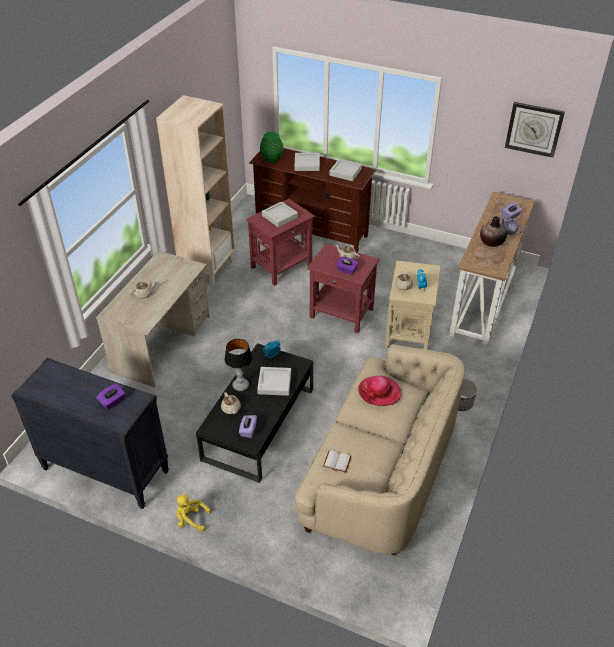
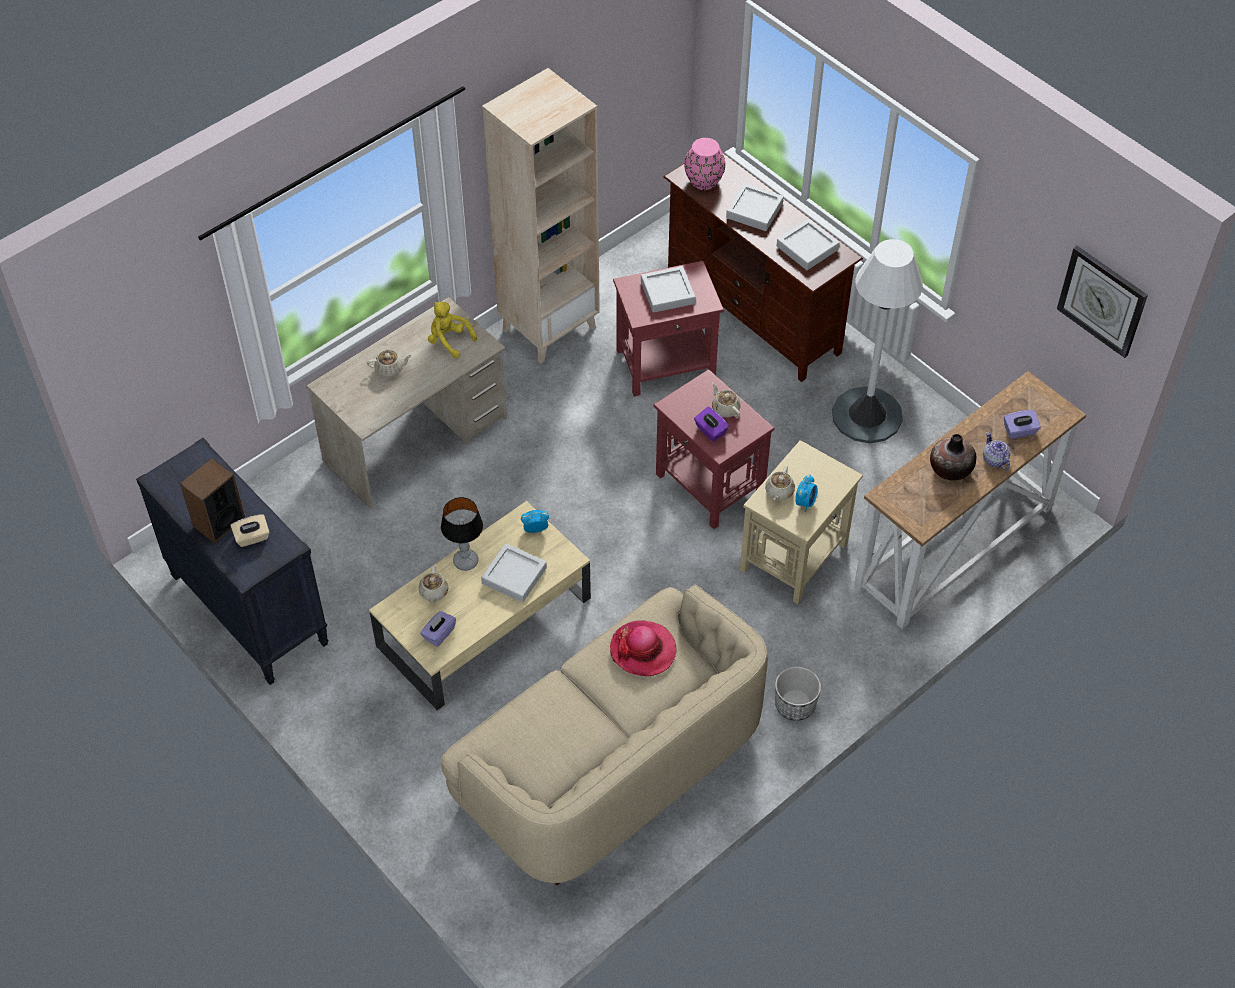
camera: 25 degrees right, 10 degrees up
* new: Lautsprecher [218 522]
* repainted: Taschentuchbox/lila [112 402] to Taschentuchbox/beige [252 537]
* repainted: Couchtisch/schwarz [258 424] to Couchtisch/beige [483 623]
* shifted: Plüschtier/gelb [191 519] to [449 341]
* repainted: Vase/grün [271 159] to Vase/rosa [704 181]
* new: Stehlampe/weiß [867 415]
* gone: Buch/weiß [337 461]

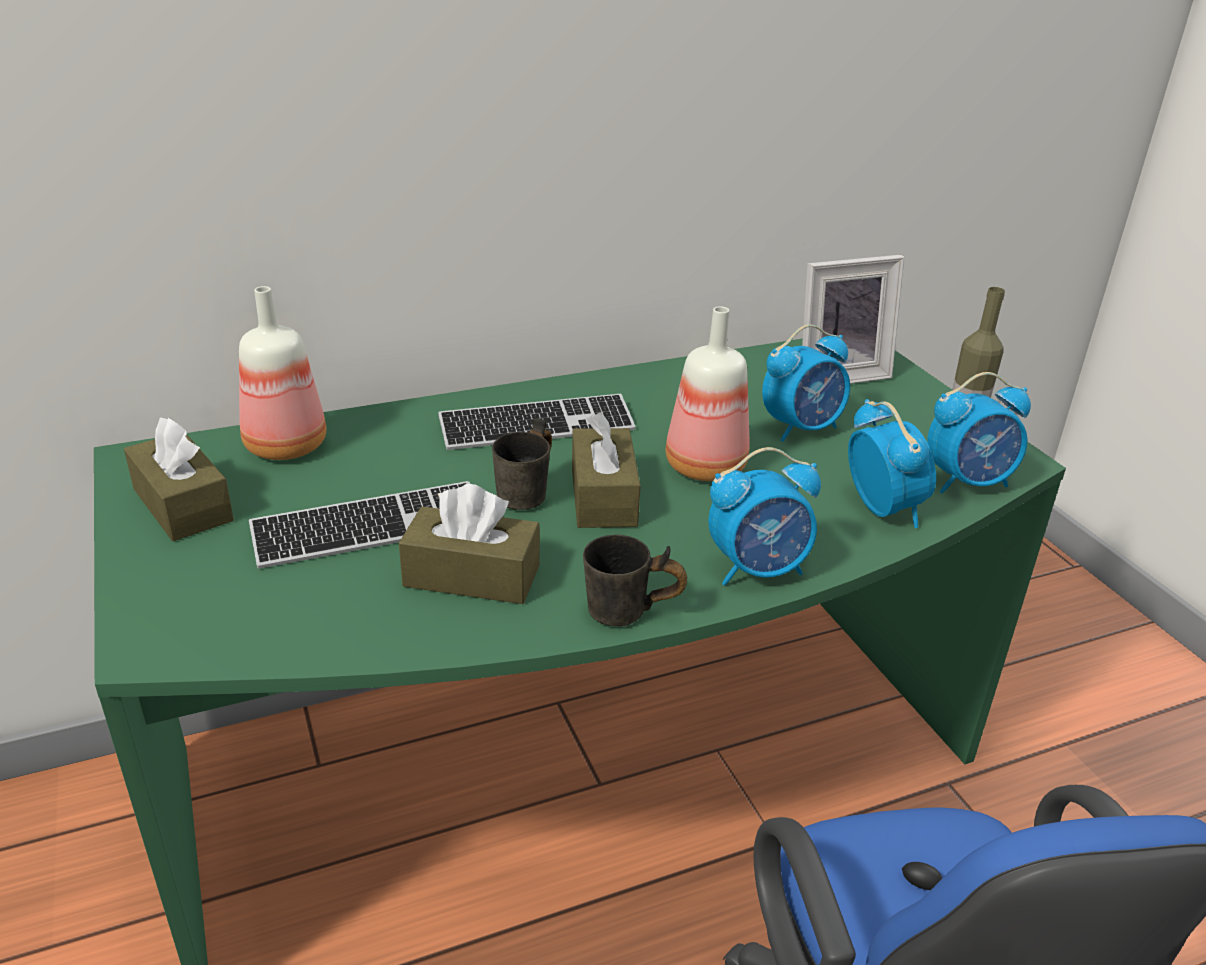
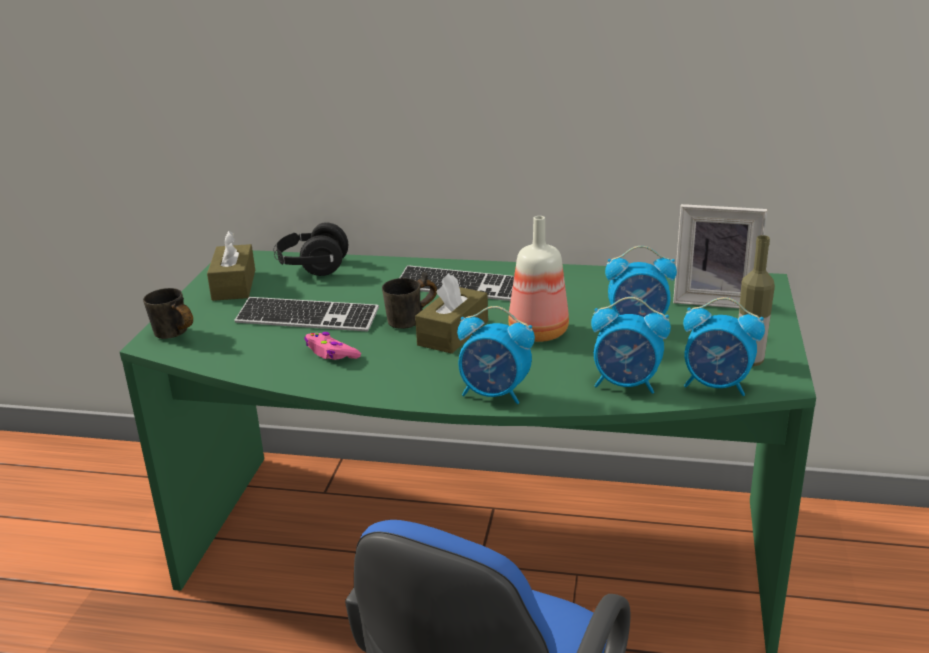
camera: 35 degrees right, 5 degrees down
* shifted: Henkelbecher/grau [628 618] to [172 337]
* swapped: Flasche [283 446] to Kopfhörer/schwarz [312 267]
* swapped: Taschentuchbox/braun [472 576] to Gamepad/rosa [331 353]
* rotated: Wecker [882 508] = [627 384] 90 degrees clockwise

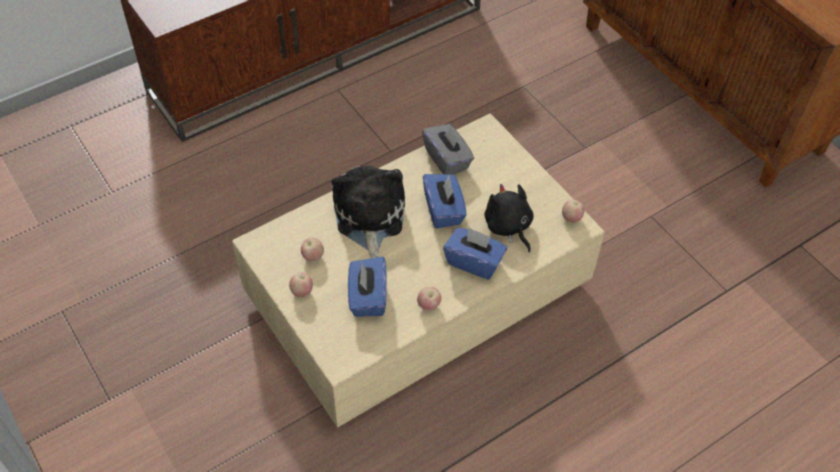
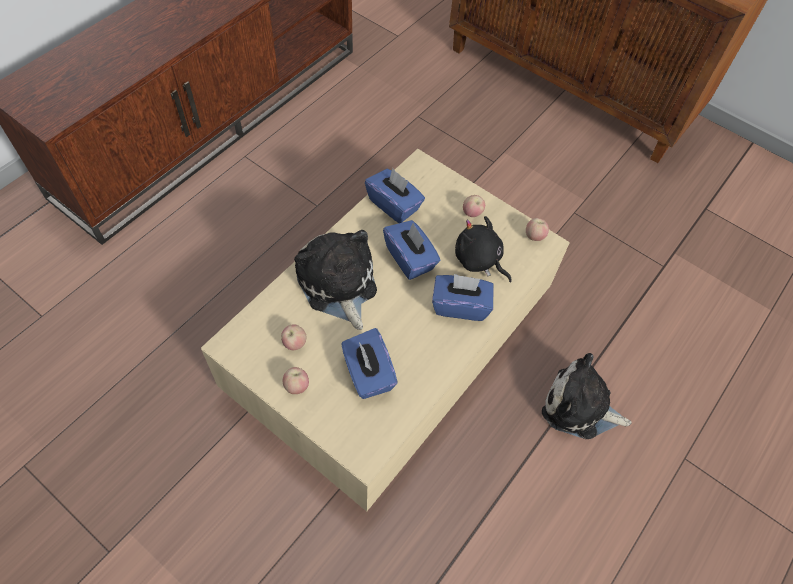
camera: 20 degrees left, 5 degrees up
* repainted: Taschentuchbox/grau [447 159] to Taschentuchbox/blau [394 205]
* shifted: Apfel [428 305] to [472 213]
* new: Plüschtier [580 407]

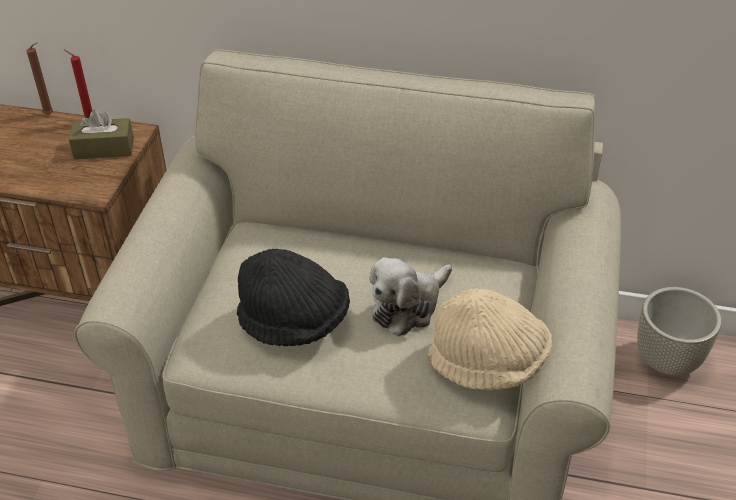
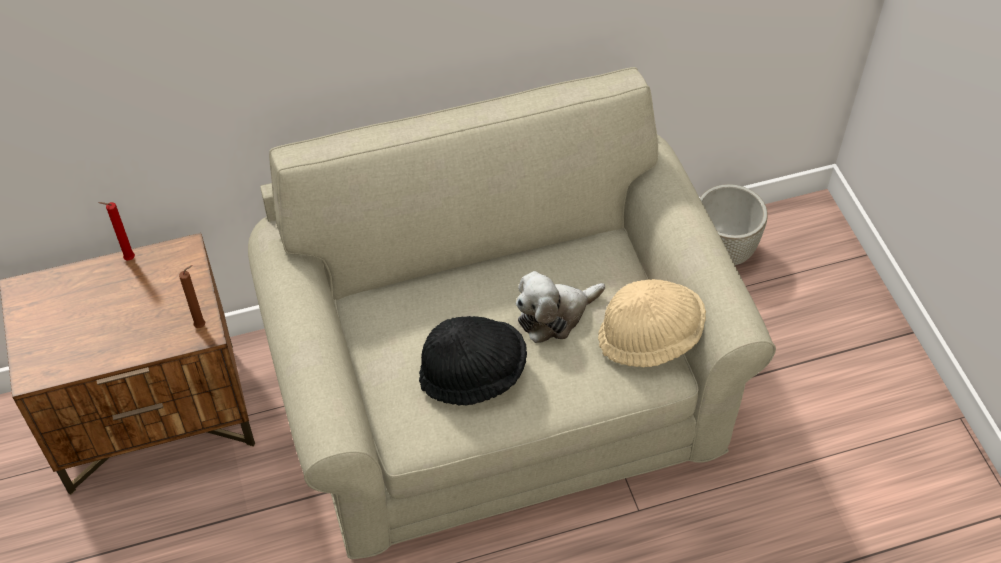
camera: 30 degrees left, 10 degrees up
* shifted: Kerze/braun [50 114] to [202 325]
* rotated: Plüschtier [408 306] = [555 315] 45 degrees clockwise
* gone: Taschentuchbox/braun [104 148]

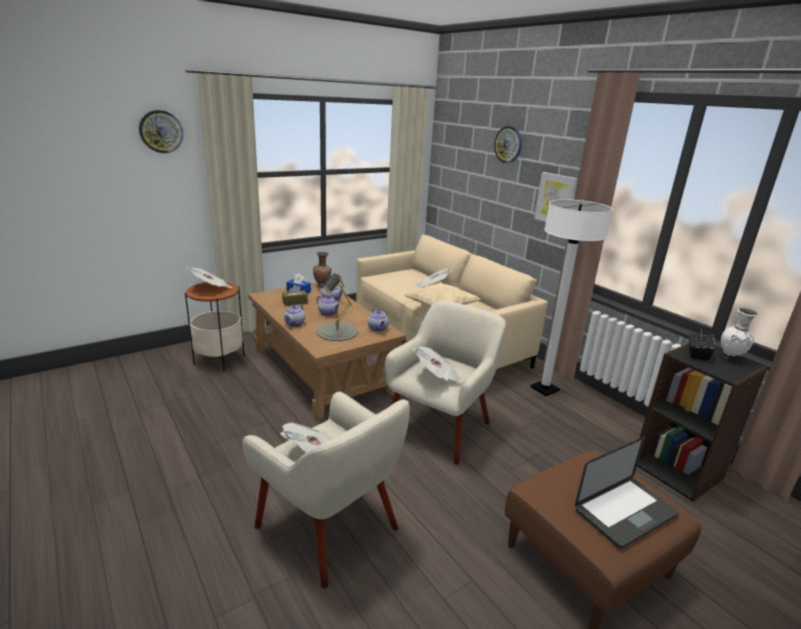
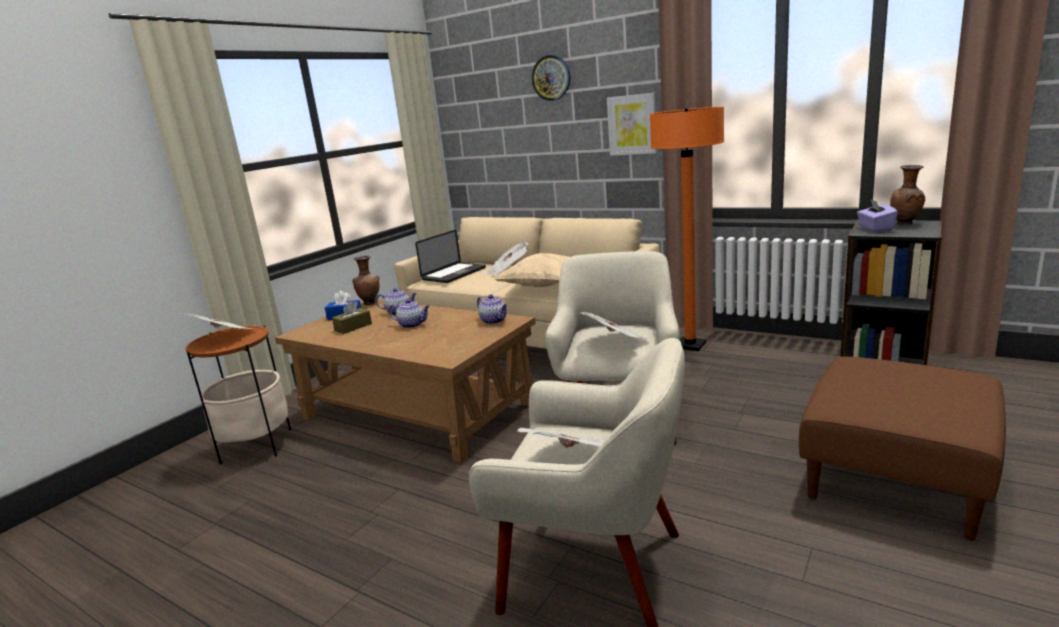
camera: 20 degrees left, 5 degrees down
* shifted: Laptop [625 512] to [454 274]
* repainted: Stehlampe/weiß [544 389] to Stehlampe/orange [690 345]
* repainted: Taschentuchbox/schwarz [697 354] to Taschentuchbox/lila [875 228]
* repainted: Vase/weiß [731 358] to Vase/braun [905 224]
* gone: Wanduhr [161 131]
* gone: Teekanne [294 324]
* gone: Tischlampe/grau [337 331]

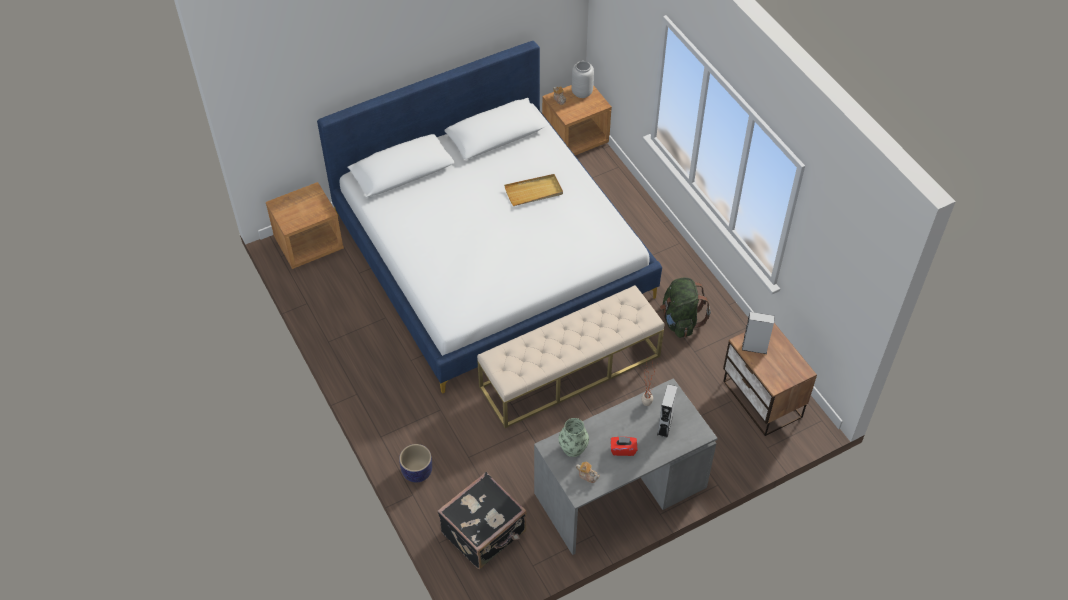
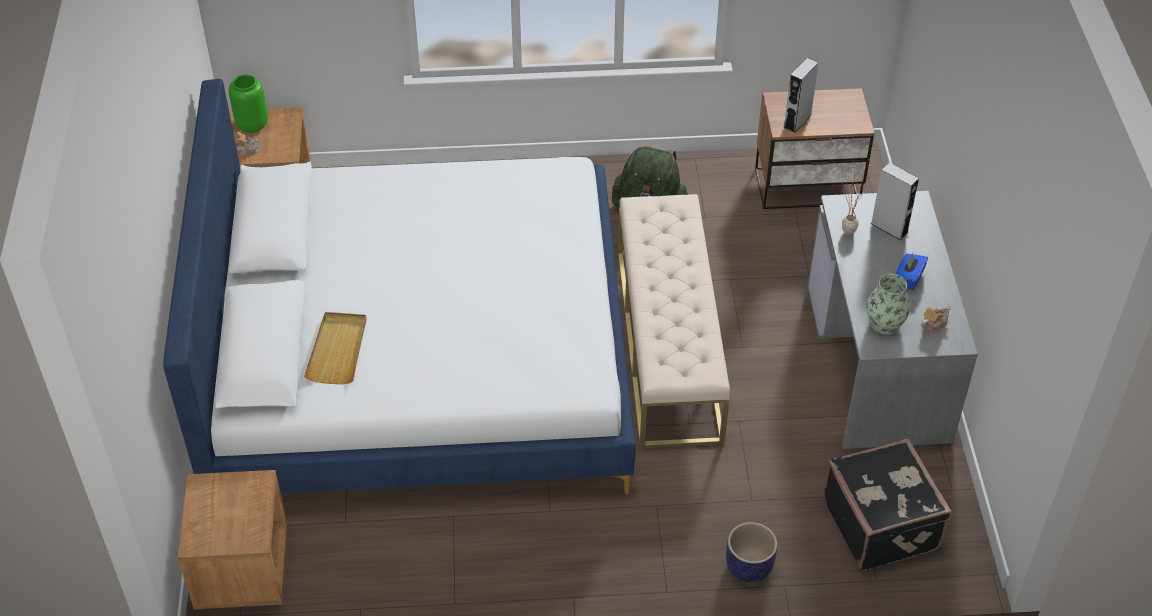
camera: 65 degrees left, 5 degrees down
* repainted: Vase/grau [582 92] to Vase/grün [252 124]
* shifted: Tablett/beige [534 192] to [338 350]
* repainted: Taschentuchbox/rot [623 450] to Taschentuchbox/blau [908 278]

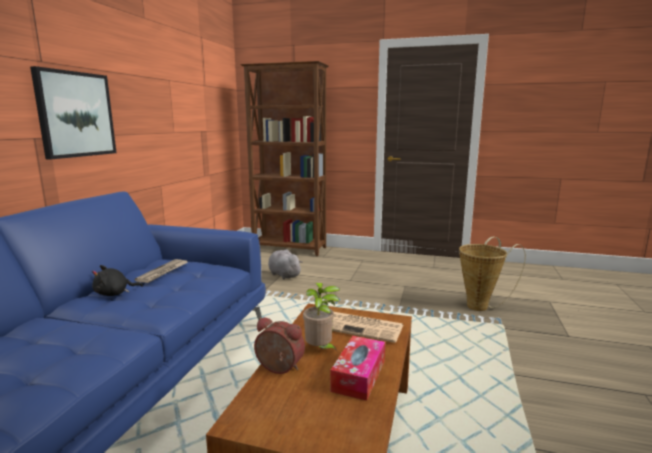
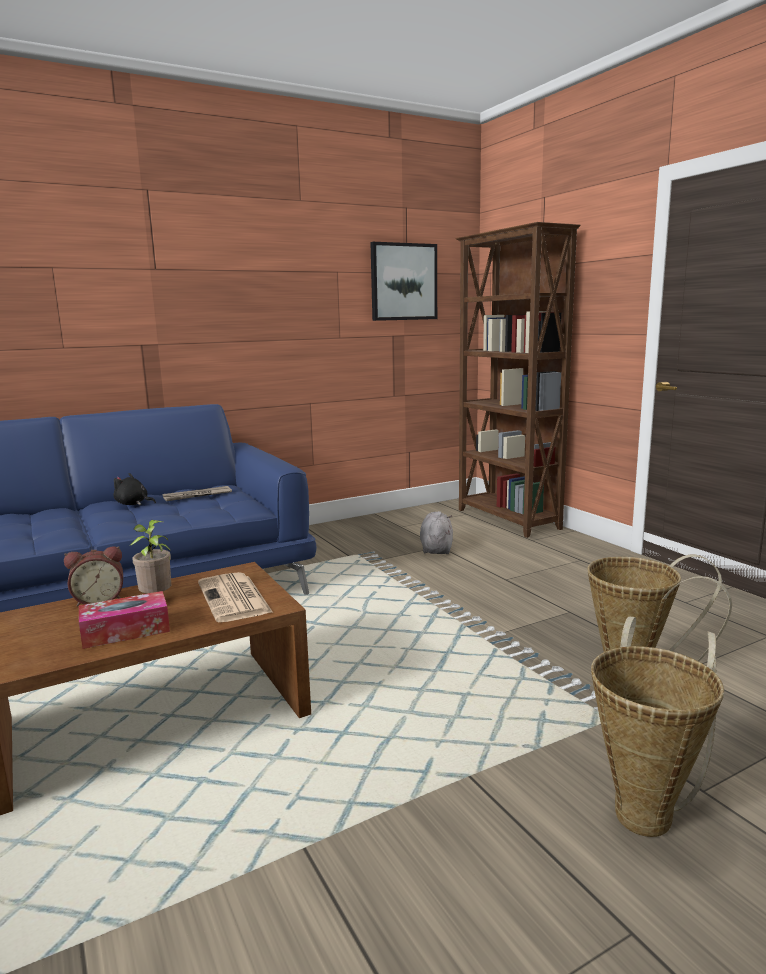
camera: 45 degrees right, 0 degrees up
* rotated: Wecker [278 369] = [99 600] 90 degrees clockwise
* shifted: Bild [75 114] to [403 282]
* new: Korb [646 809]

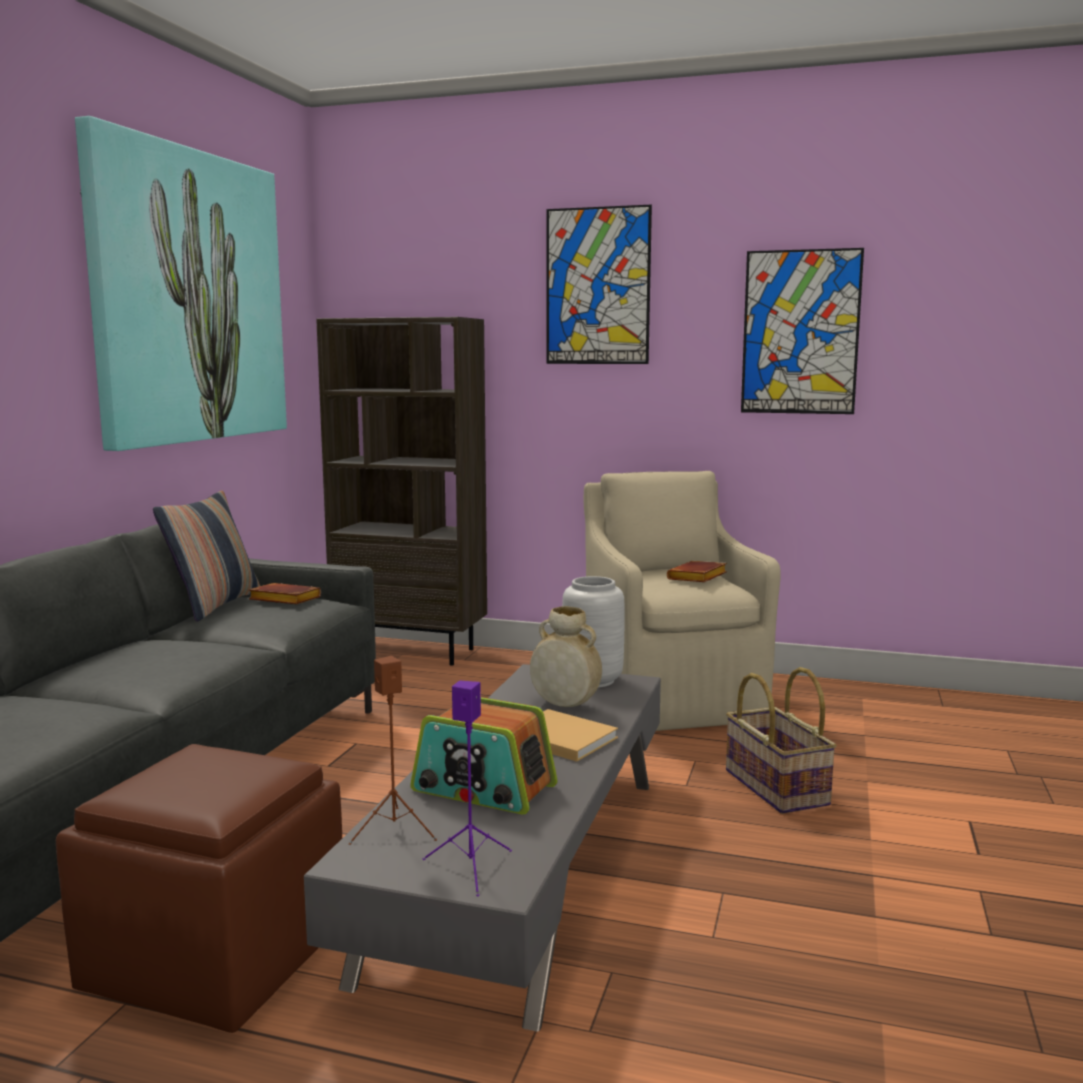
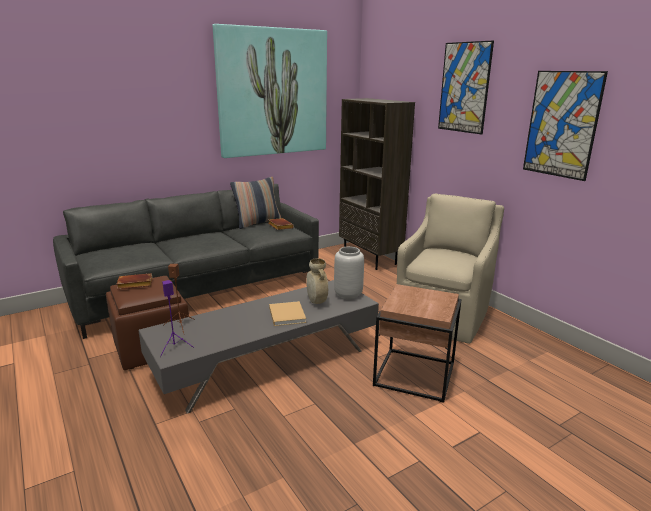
camera: 40 degrees right, 10 degrees up
* shifted: Buch/braun [698 578] to [134 285]
* swapped: Korb [774 787] to Beistelltisch/braun [414 374]
* gone: Radio [483 789]

